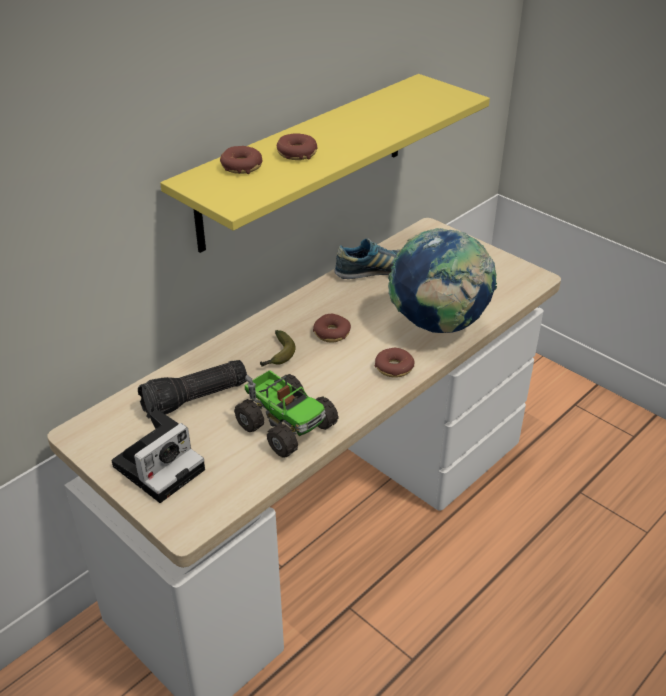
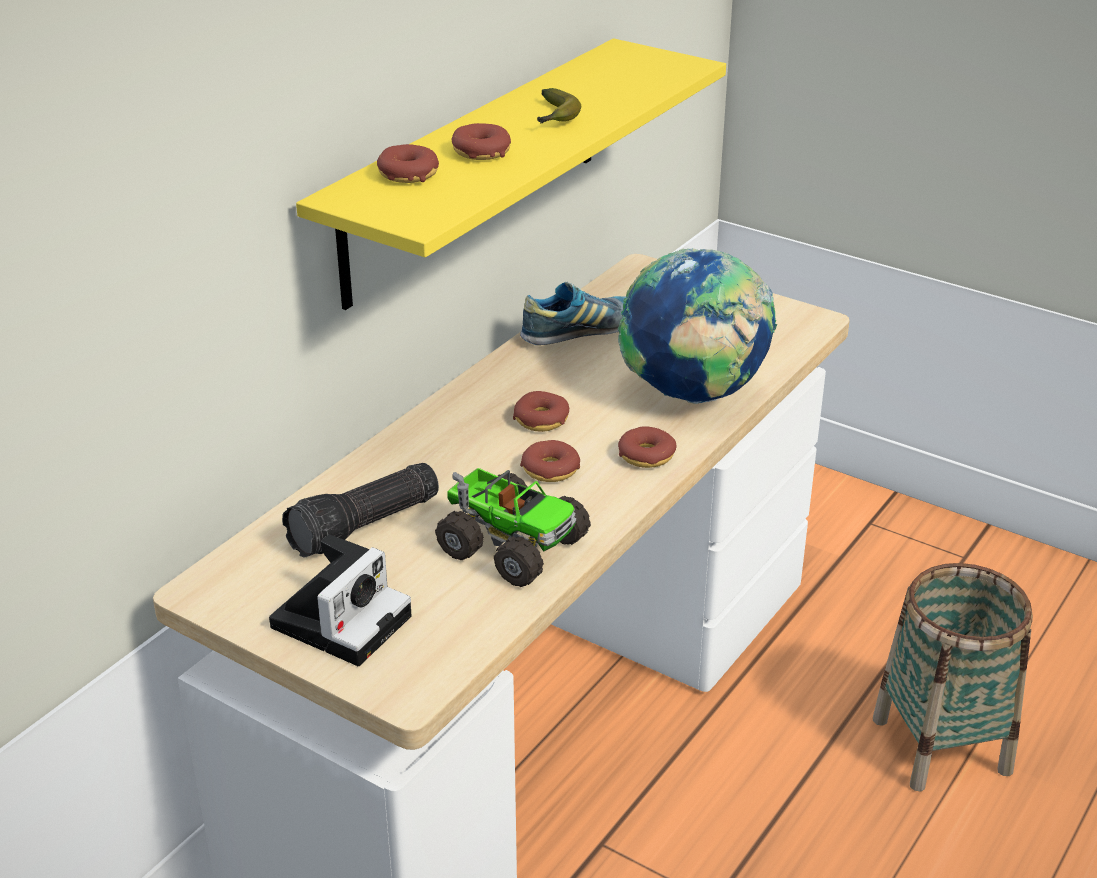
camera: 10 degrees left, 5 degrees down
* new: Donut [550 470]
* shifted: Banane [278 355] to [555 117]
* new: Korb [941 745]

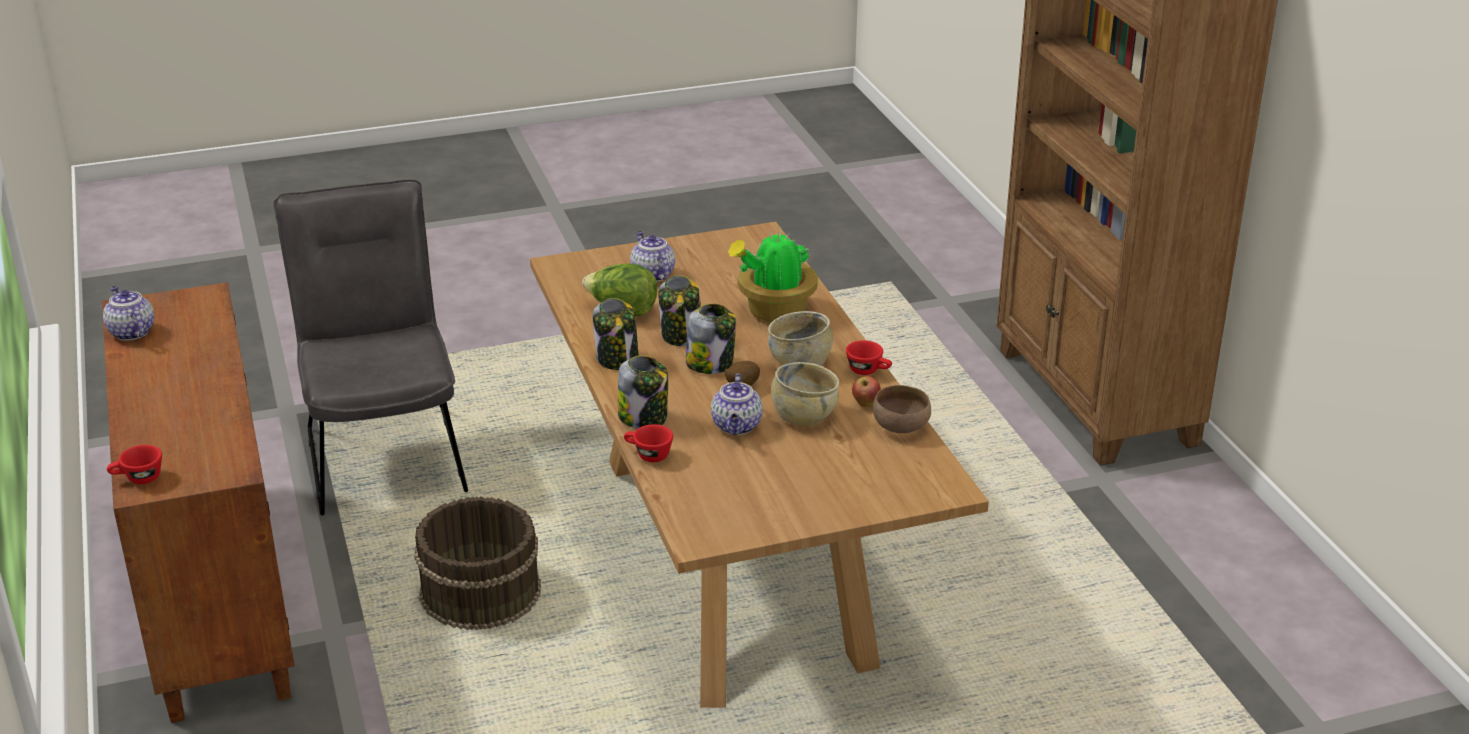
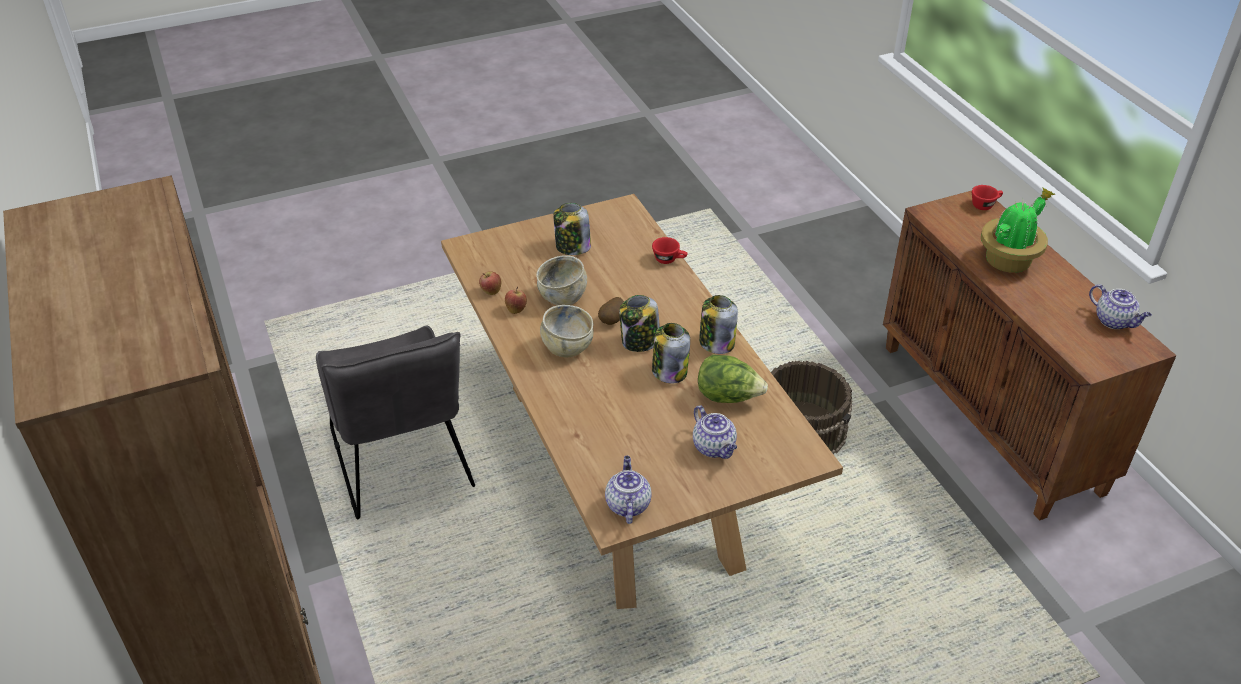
camera: 175 degrees right, 10 degrees up
* shifted: Stuhl/grau [384 453] to [404 467]
* swapped: Schüssel/braun [902 427] to Apfel [491 291]
* shifted: Vorratsglas [644 417] to [572 247]
* shifted: Teekanne [737 426] to [627 504]
* shifted: Topfpflanze [774 312] to [1009 260]
* gone: Tasse/rot [869 371]

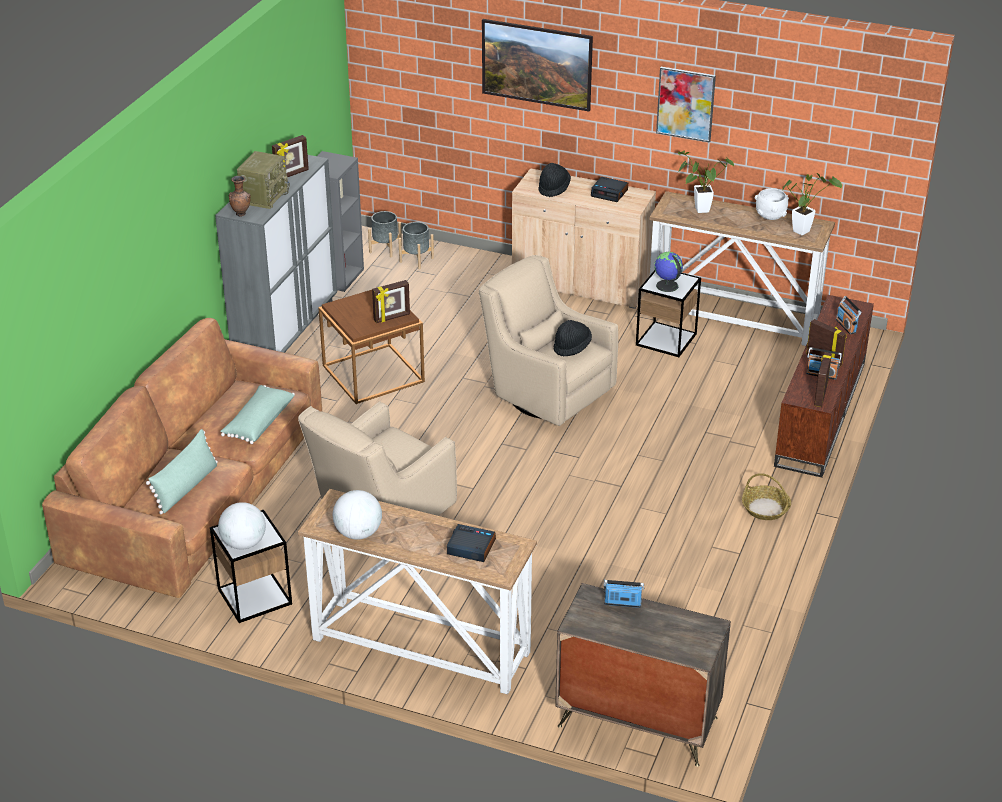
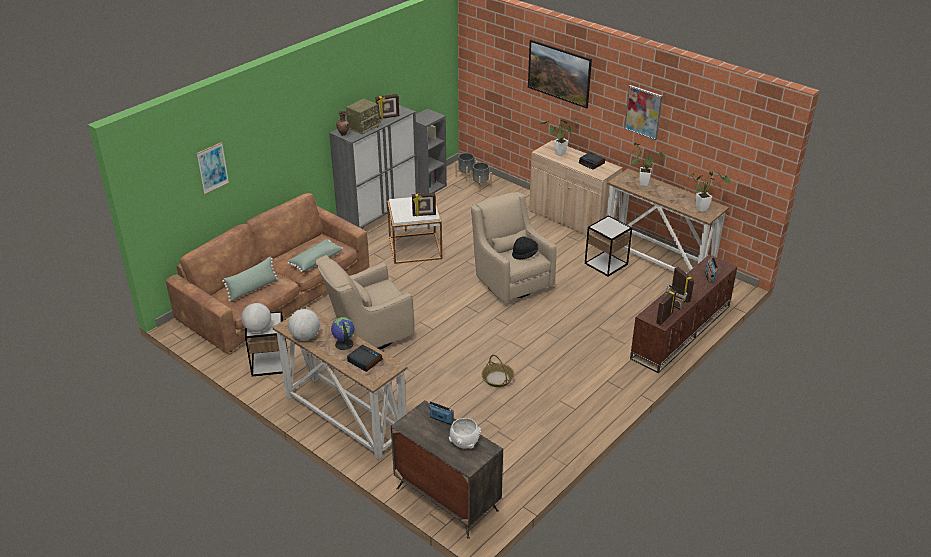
camera: 20 degrees right, 0 degrees up
* new: Bild [212 168]
* shifted: Globus [667 286] to [343 344]
* repainted: Beistelltisch/braun [373 373] to Beistelltisch/weiß [415 248]
* shifted: Schüssel/weiß [770 216] to [464 442]
* shifted: Korb [765 508] to [497 378]
* swapped: Hut/schwarz [553 188] to Topfpflanze [558 154]

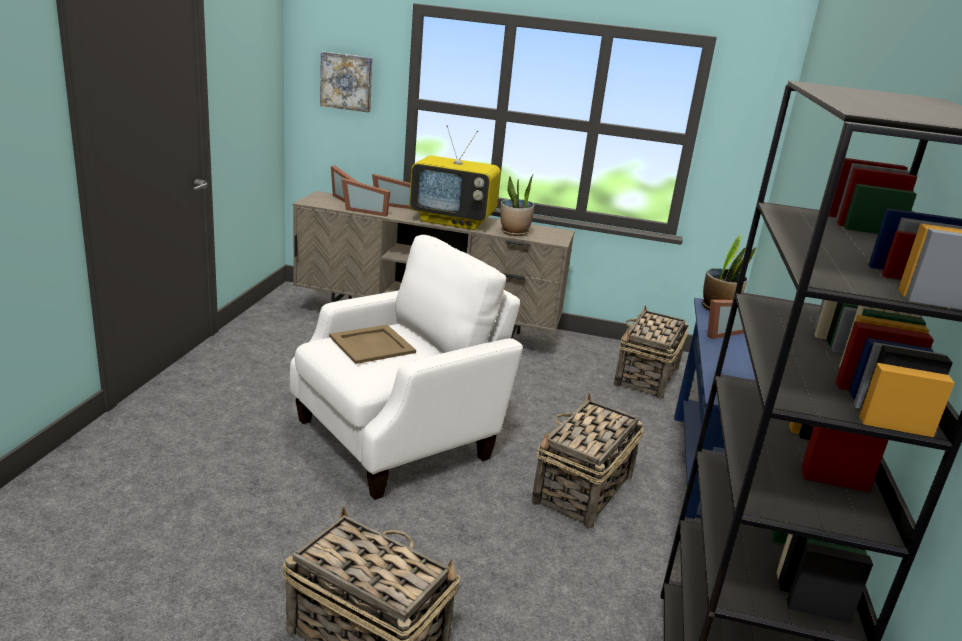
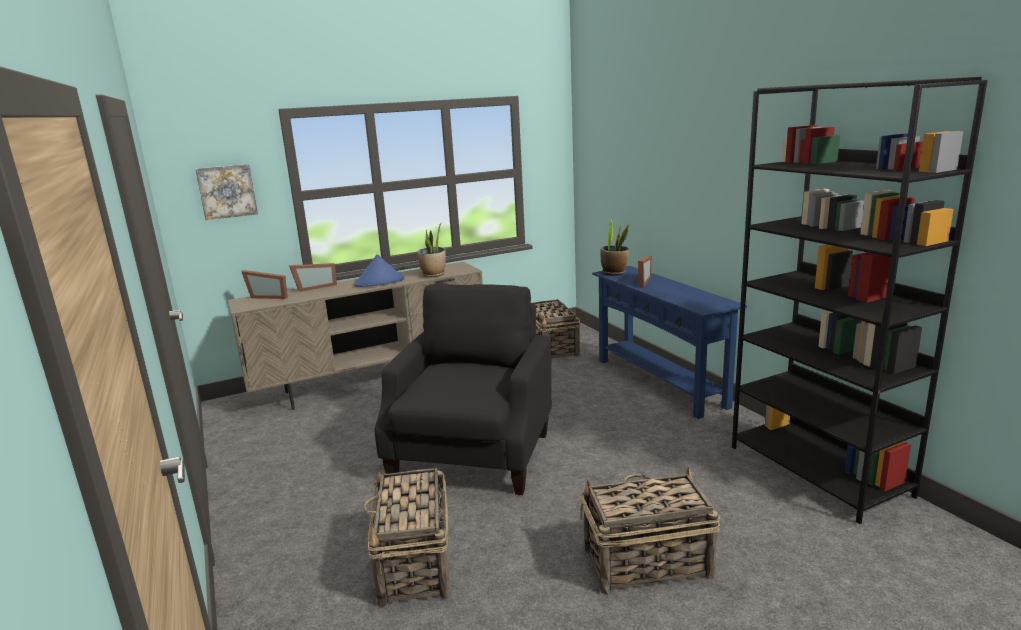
camera: 35 degrees left, 5 degrees down
* swapped: Fernseher [453 221] to Hut/blau [379 282]
* shifted: Korb [582 490] to [415 564]
* repainted: Sessel/weiß [398 437] to Sessel/schwarz [474 453]
* gone: Tablett/beige [373 344]
* gone: Bilderrahmen [366 211]

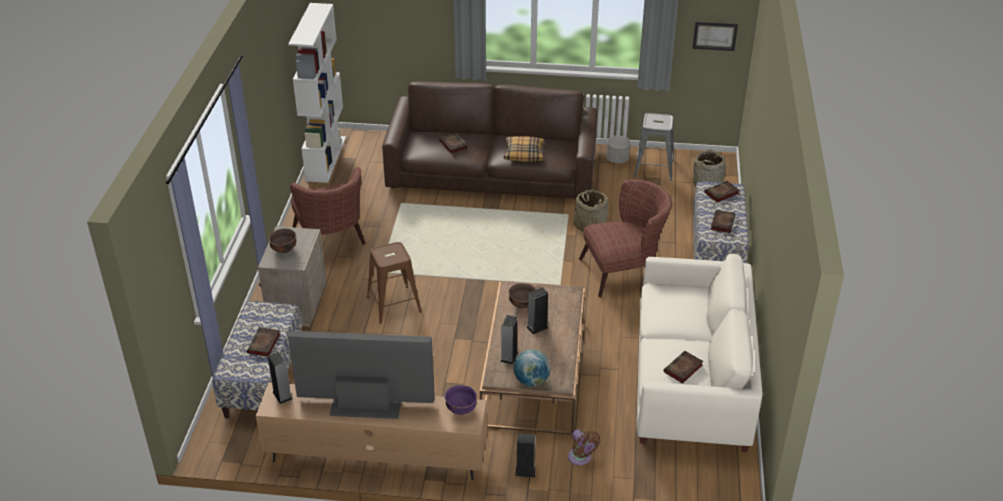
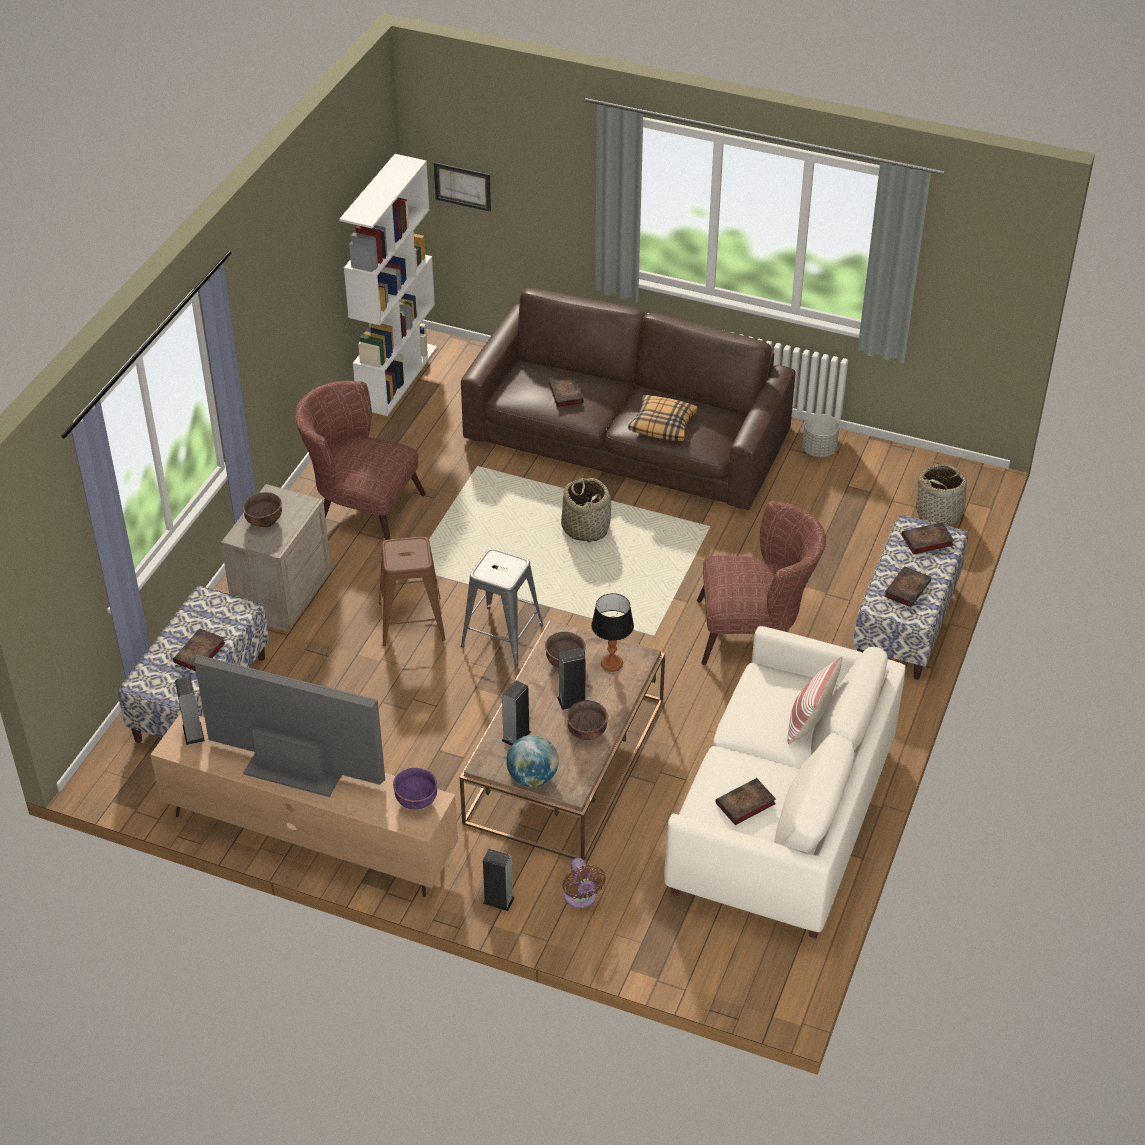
camera: 15 degrees right, 5 degrees up
* rotated: Sessel/braun [331 241] = [360 508] 120 degrees clockwise
* shifted: Bild [714 36] to [462 186]
* shifted: Hocker/grau [654 168] to [502 635]
* shifted: Korb [589 224] to [586 528]
* new: Schüssel/braun [587 732]
* new: Tischlampe [612 664]
* new: Kissen [809 722]

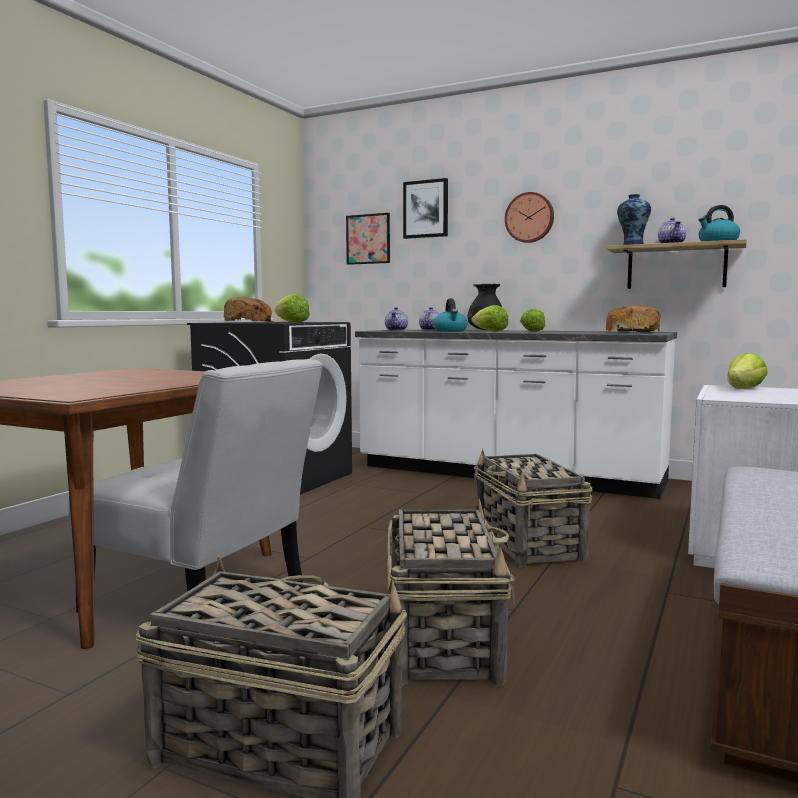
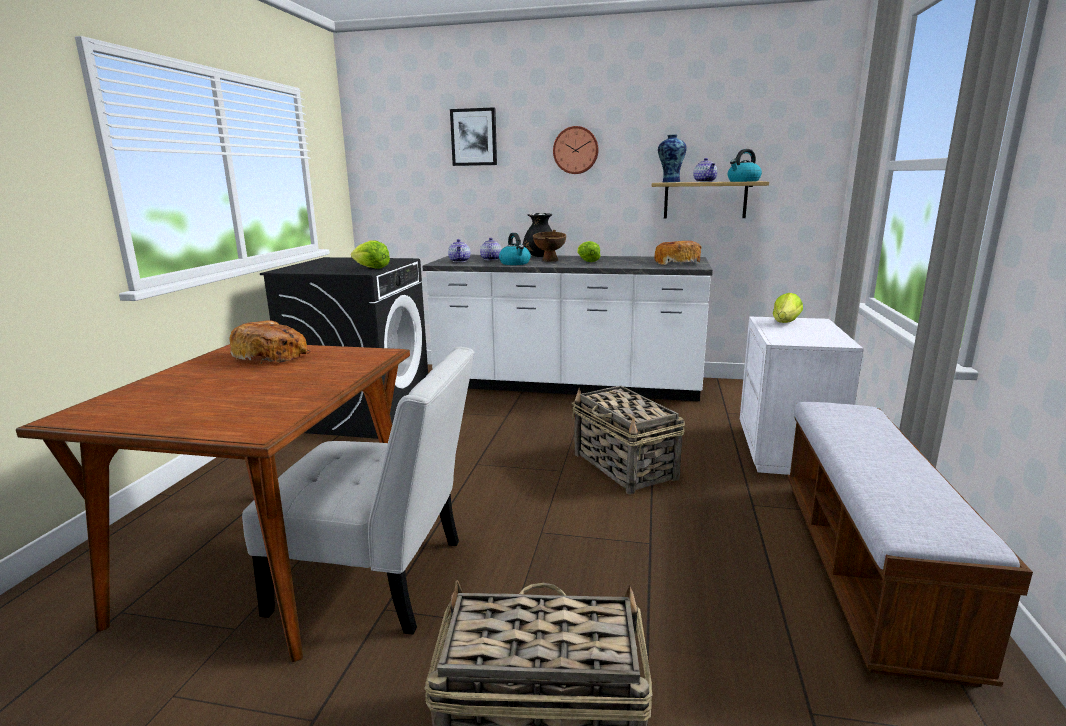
camera: 15 degrees left, 10 degrees up
* shifted: Brot [250 322] to [273 355]
* swapped: Salatkopf [490 331] to Schüssel/braun [549 261]
* gone: Bild [368 239]
* gone: Korb [443 640]

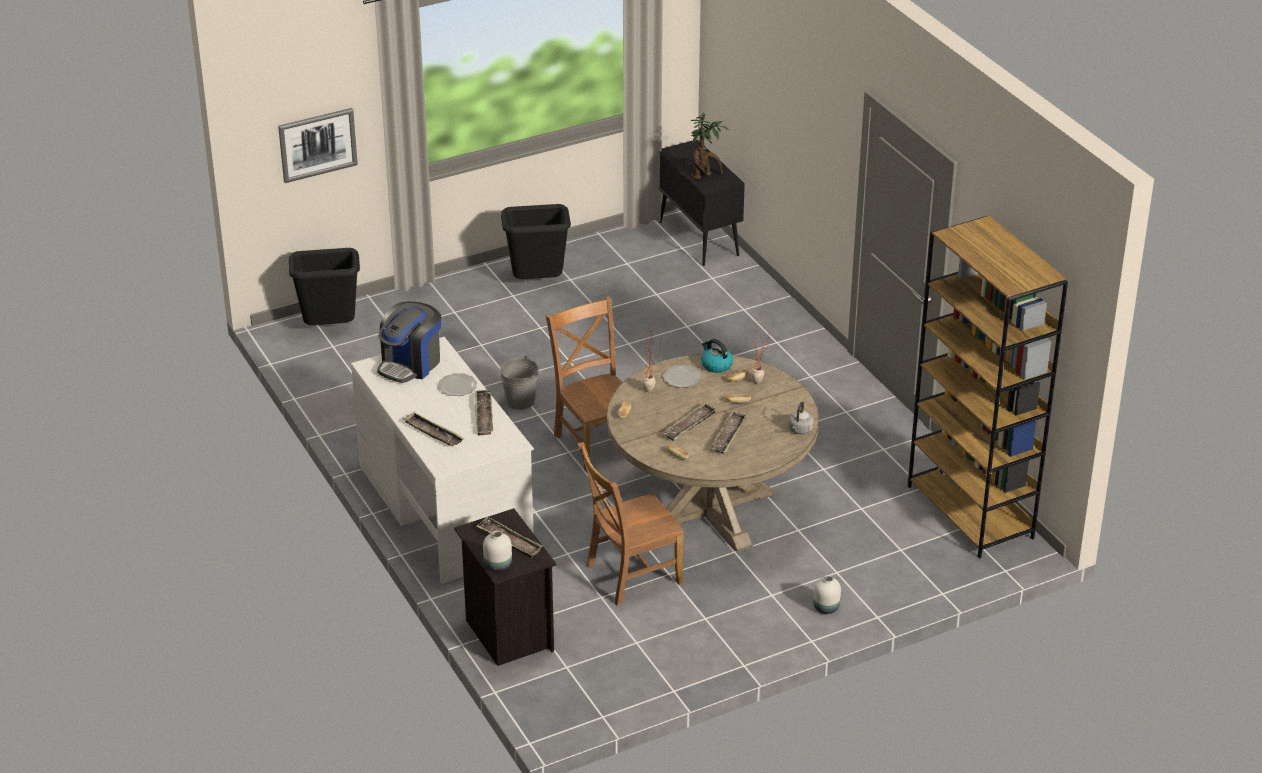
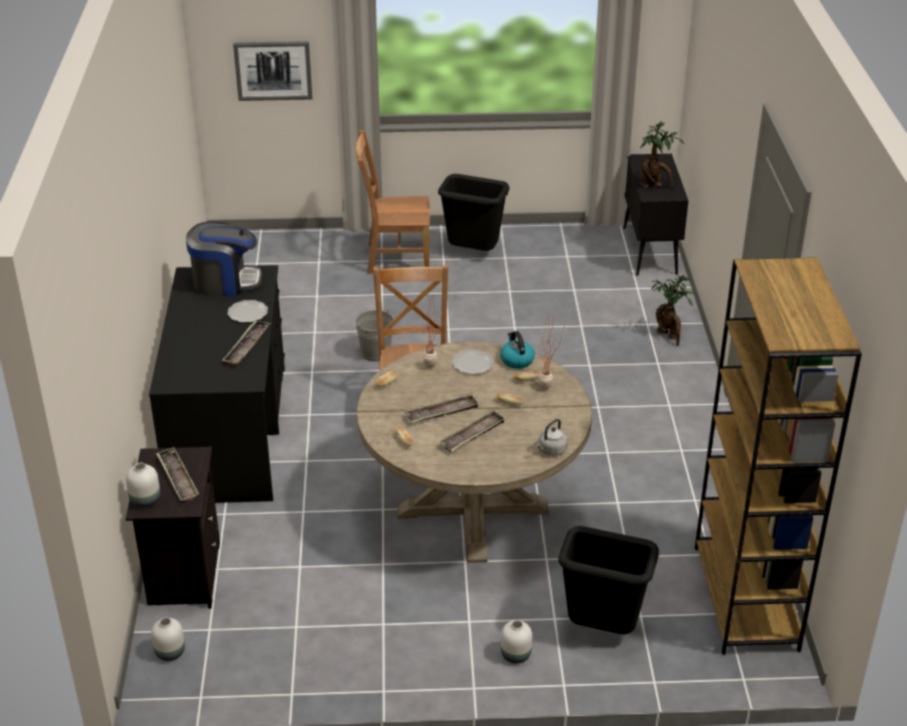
camera: 25 degrees right, 0 degrees up
* repainted: Schreibtisch/weiß [445 508] to Schreibtisch/schwarz [230 432]
* new: Vase/weiß [170 652]
* rotated: Kaffeemaschine [410 364] = [225 282] 150 degrees counterclockwise
* shifted: Stuhl/braun [630 575] to [395 258]
* shifted: Mülleimer/schwarz [329 329] to [601 630]
* new: Topfpflanze [668 336]
* gone: Tablett [433 433]

